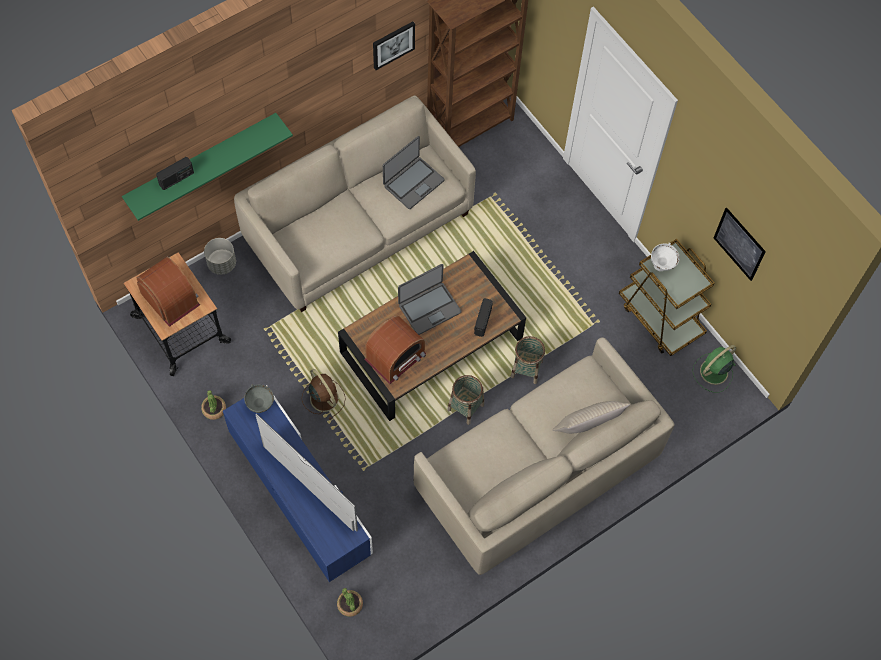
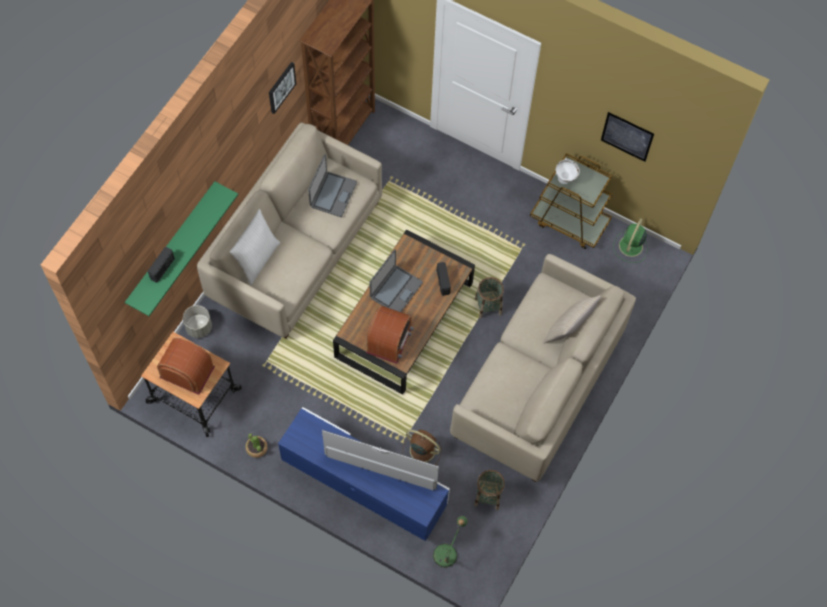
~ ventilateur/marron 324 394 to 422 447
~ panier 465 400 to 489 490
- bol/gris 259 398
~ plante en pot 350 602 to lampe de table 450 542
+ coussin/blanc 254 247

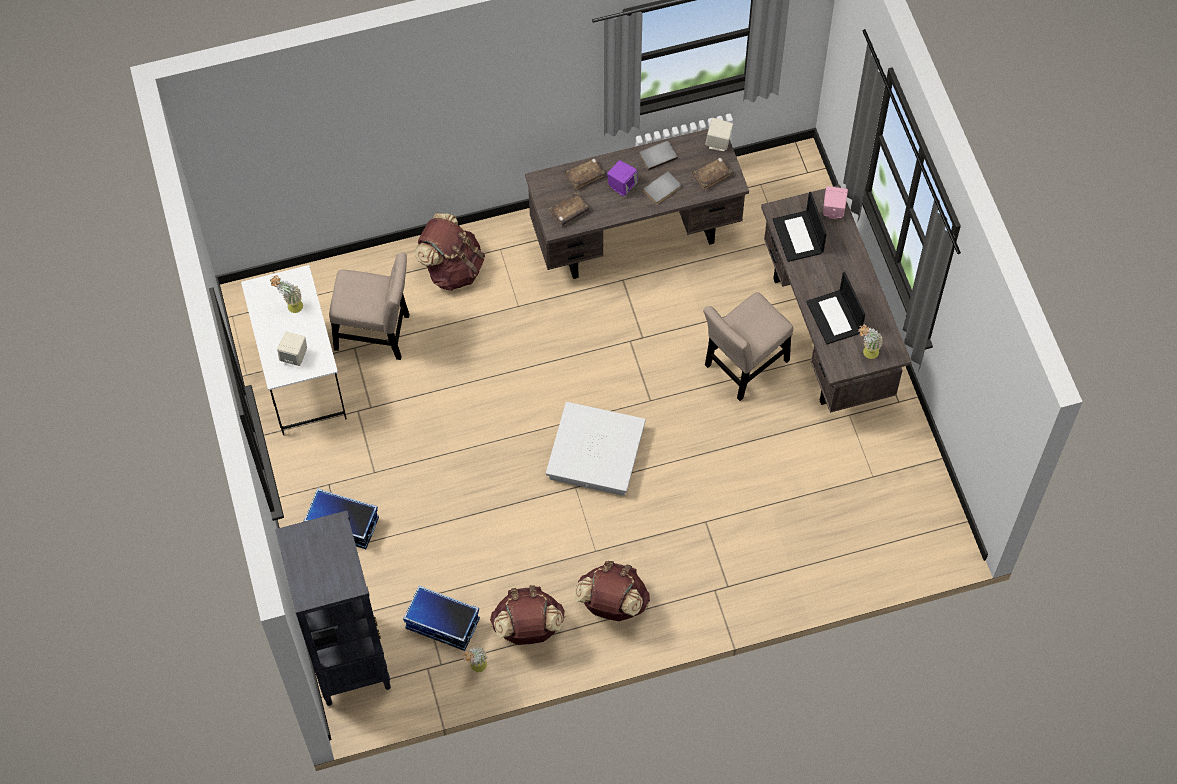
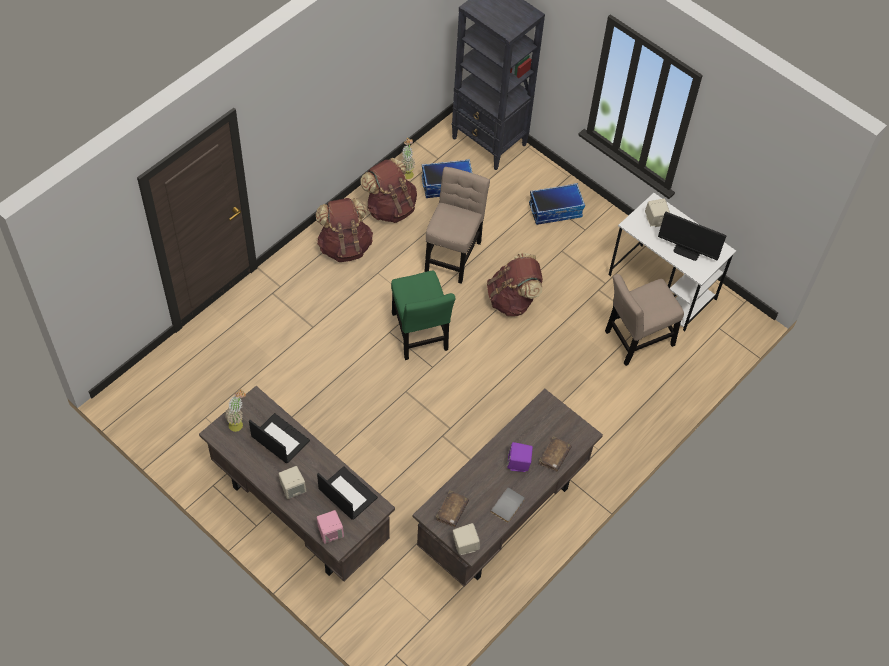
- livre/gris 662 187
- livre/marron 569 209
~ sac à dos/marron 450 252 to 515 284
~ plante en pot 286 294 to écran d'ordinateur 692 236
~ chaise/beige 748 346 to 457 225
~ boîte de rangement/blanc 595 449 to chaise/vert 423 315
+ enceinte/beige 292 482

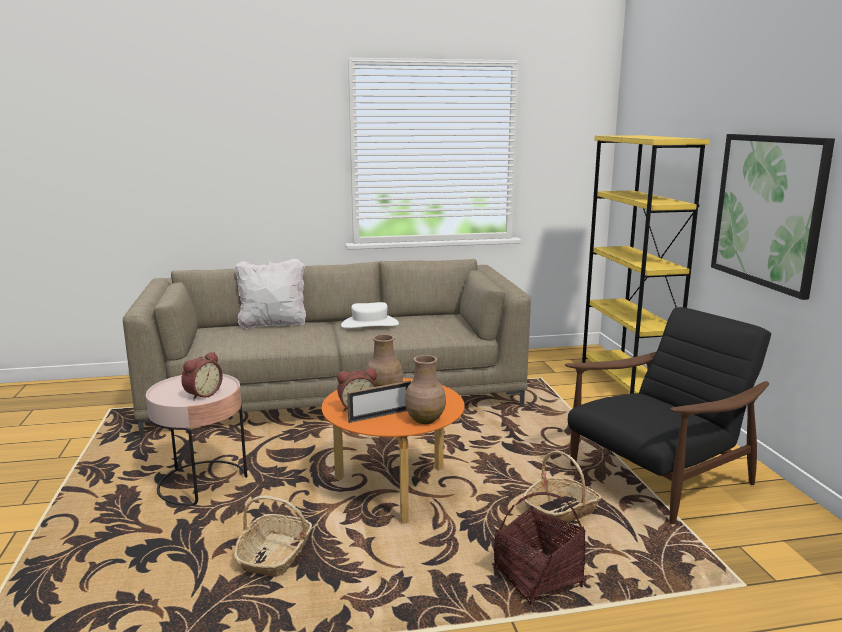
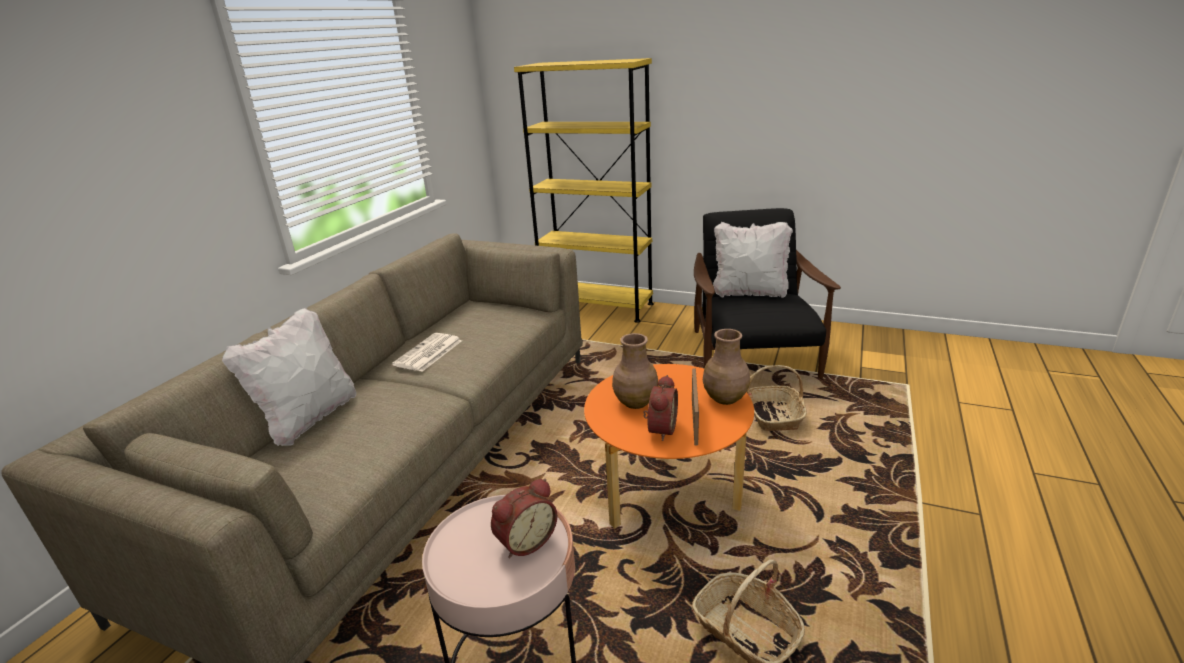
- tableau 773 217
~ chapeau/blanc 370 315 to journal 427 352
~ réveil 202 376 = 524 518 75 degrees clockwise
- panier 540 548
+ coussin/blanc 753 260

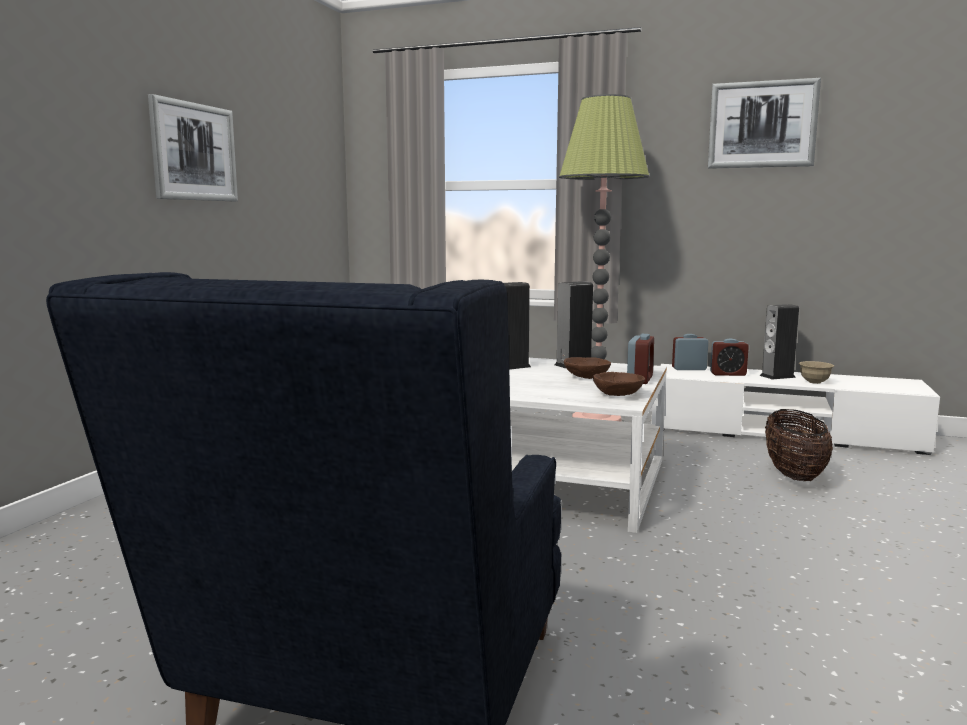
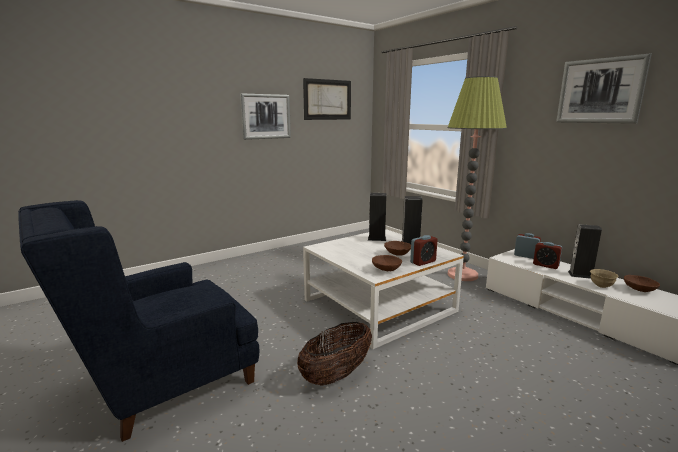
~ panier 799 445 to 334 354
+ tableau 327 99
+ bol/marron 642 283

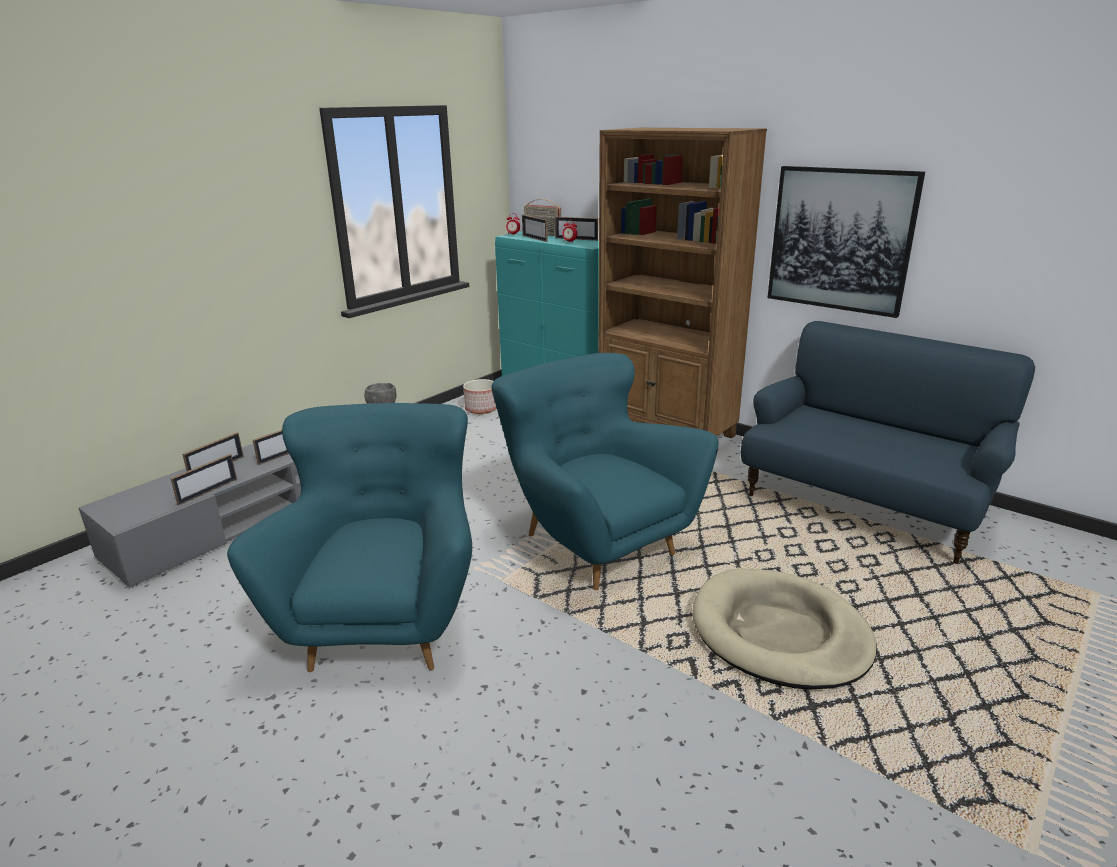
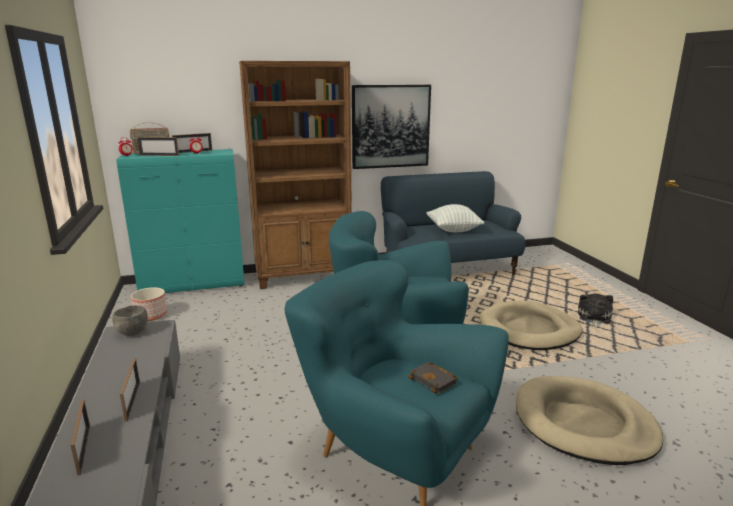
- cadre photo 203 479
+ coussin 455 218
+ peluche 595 310
+ livre/noir 433 378
+ panier pour chien/beige 589 420

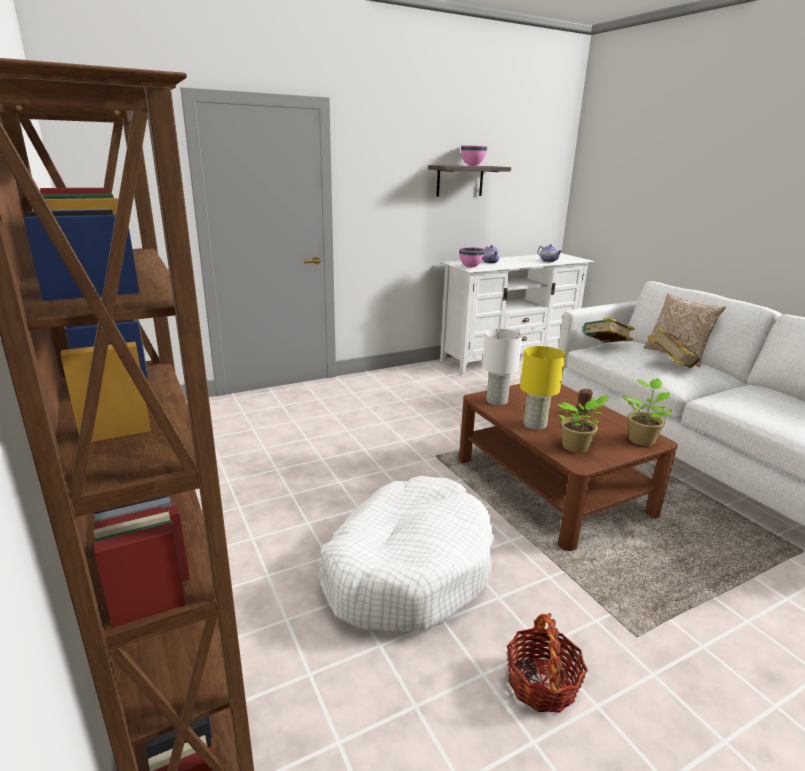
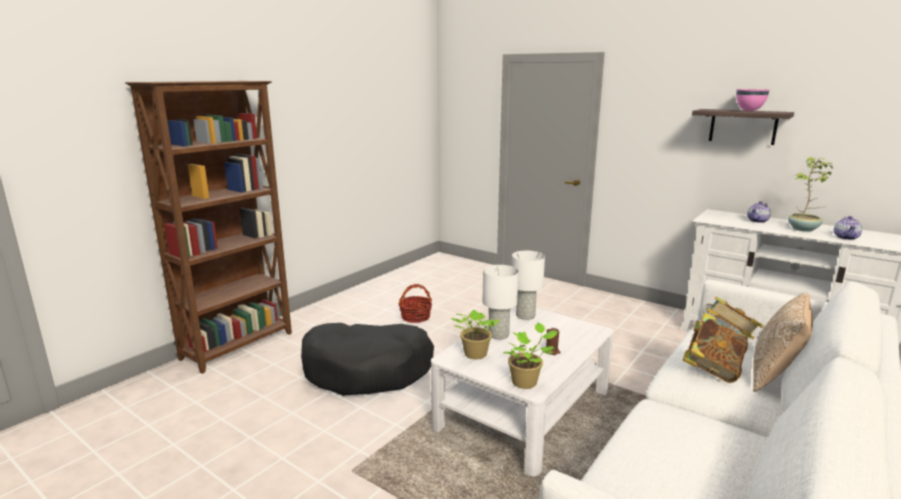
- bol/rose 472 257
~ lampe de table/jaune 542 388 to lampe de table/blanc 500 302
~ table basse/marron 568 467 to table basse/blanc 522 391
~ panier pour chien/blanc 406 554 to panier pour chien/noir 367 359
~ panier 547 663 to 415 303
+ plante en pot 811 194

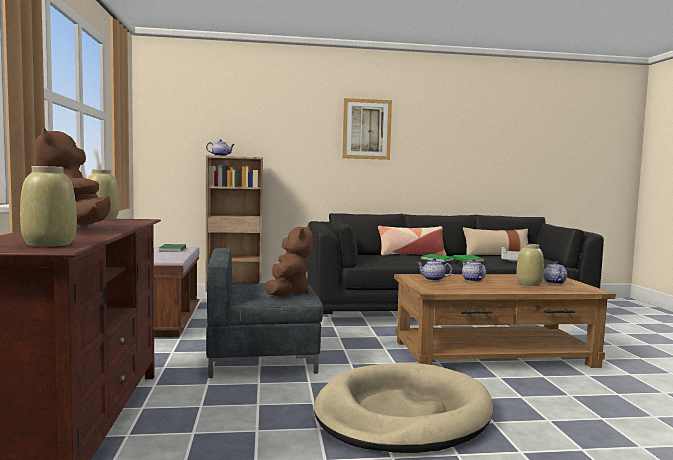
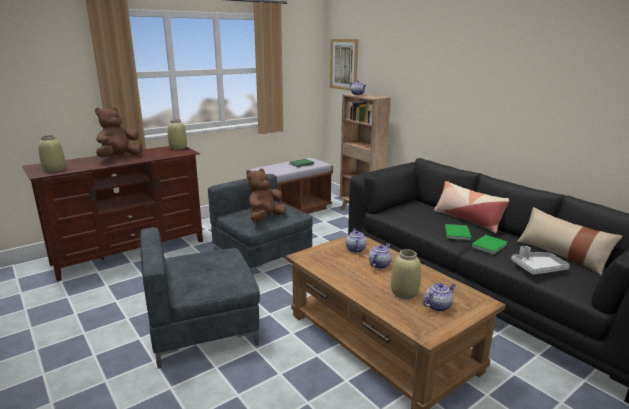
~ tableau 367 129 to 344 65
~ peluche/marron 289 261 = 266 195 150 degrees clockwise
~ panier pour chien/beige 403 408 to fauteuil/gris 200 297

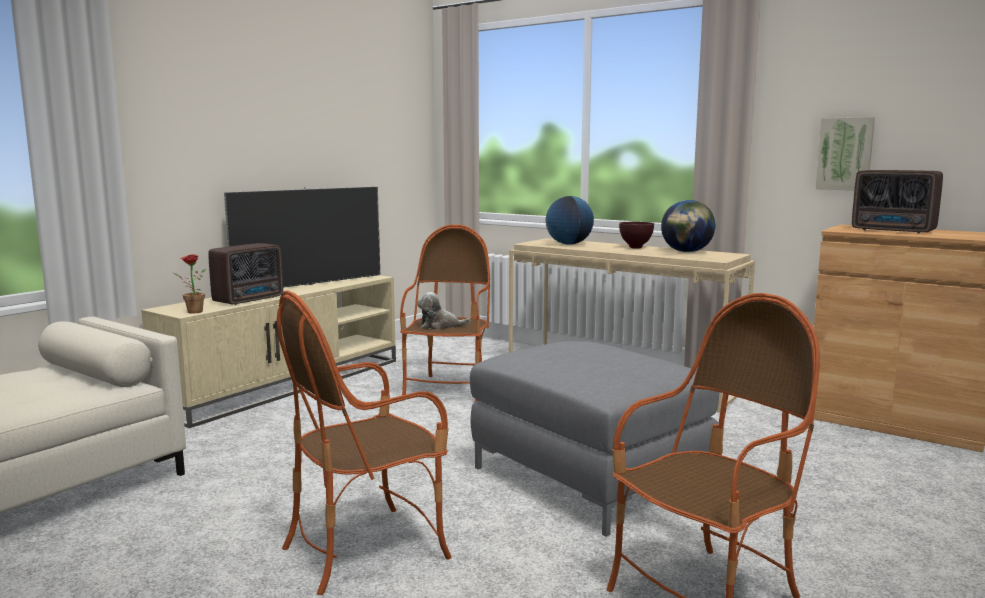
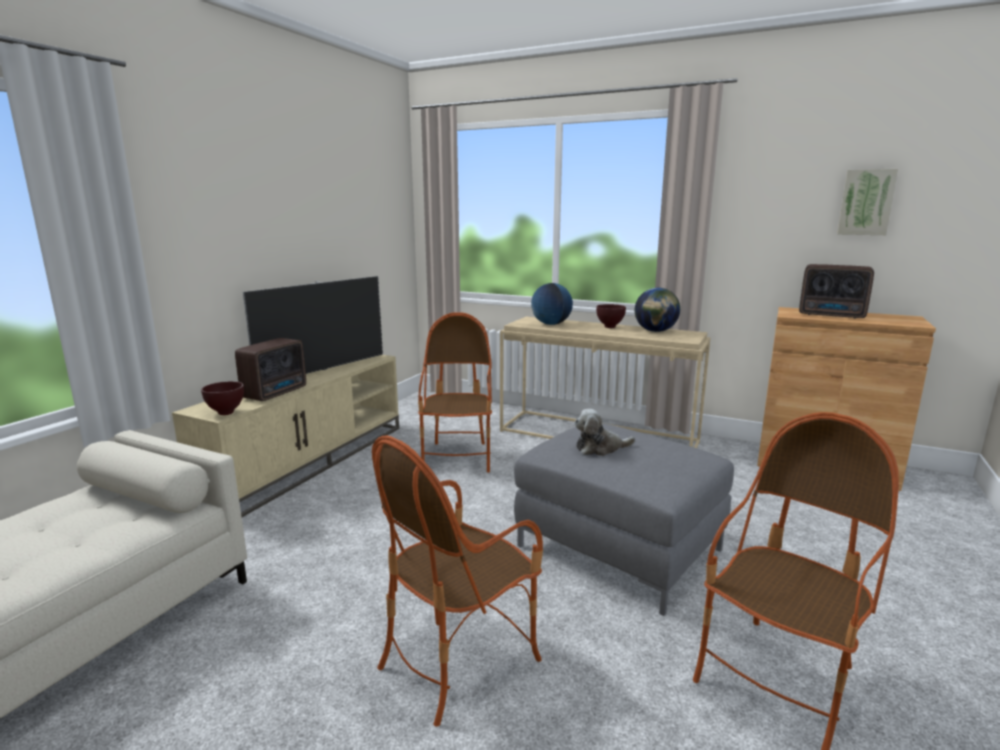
~ tableau 845 153 to 867 202
~ plante en pot 189 284 to bol/marron 222 398
~ peluche 444 311 to 604 432

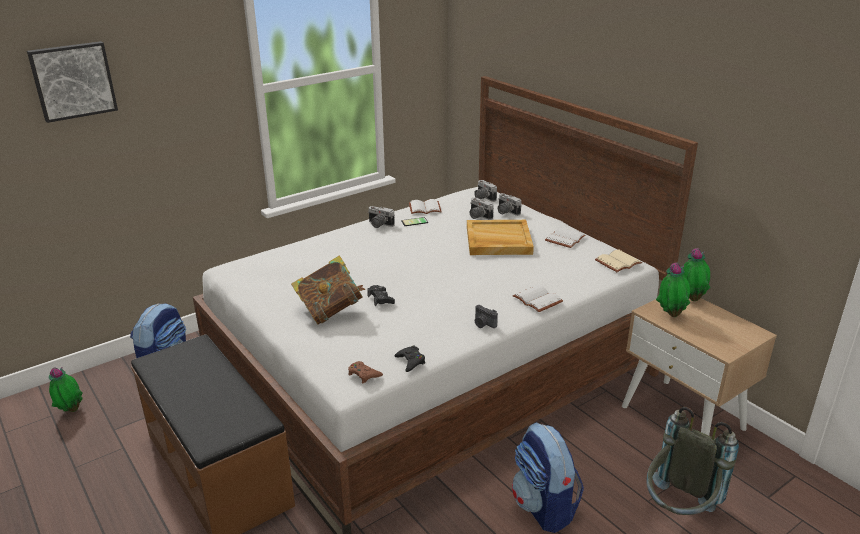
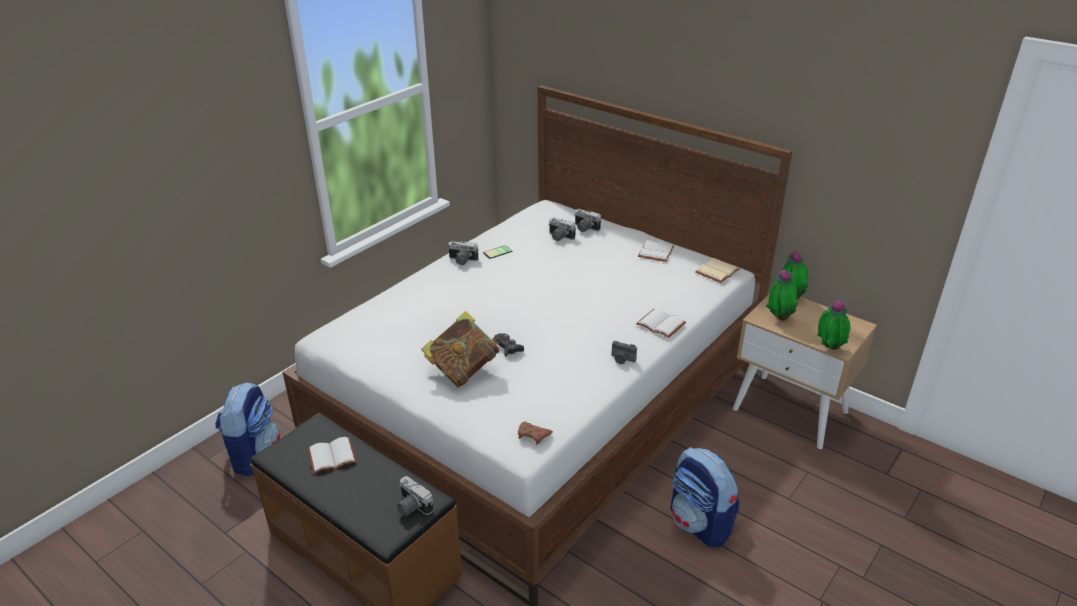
- tableau 72 82
~ appareil photo 485 191 to 415 496
~ livre/blanc 425 206 to 332 455
- plateau/beige 500 237
- manette/noir 410 359
~ plante en pot 66 389 to 833 324
- sac à dos/gris 692 461

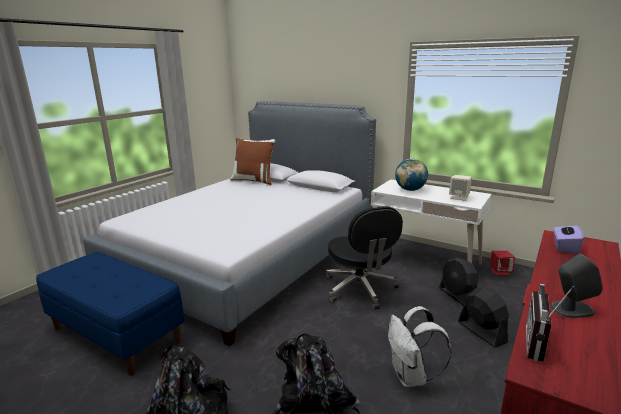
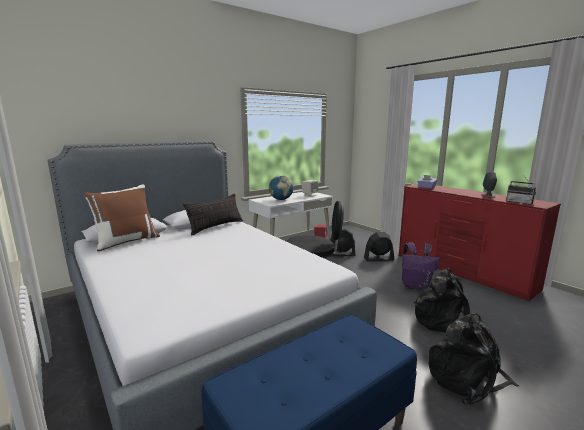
~ sac à dos/blanc 419 346 to sac à dos/violet 421 266
+ coussin 213 215

